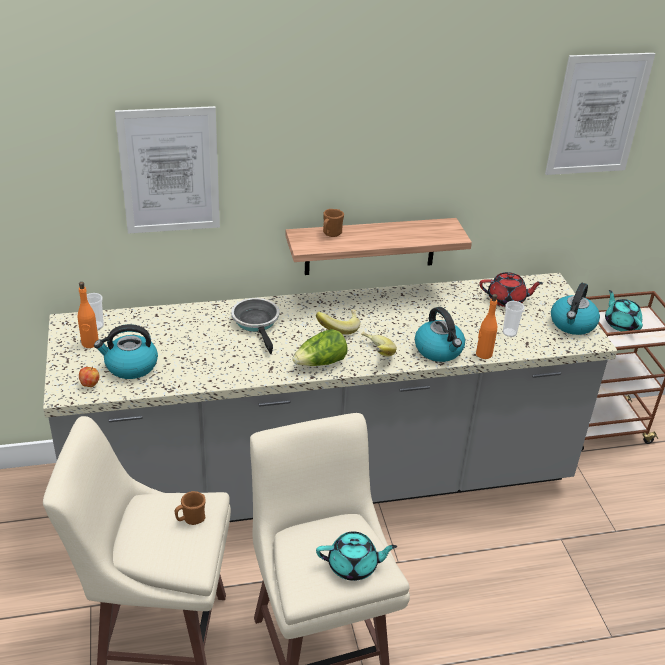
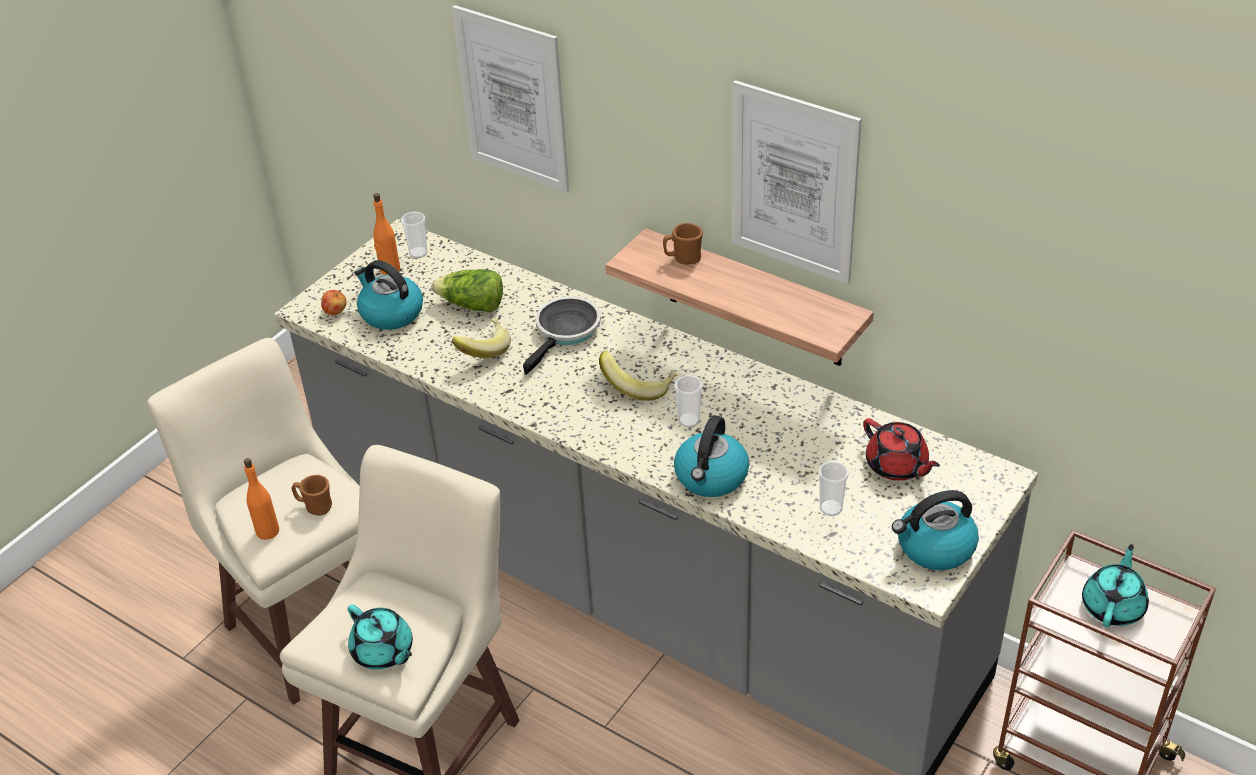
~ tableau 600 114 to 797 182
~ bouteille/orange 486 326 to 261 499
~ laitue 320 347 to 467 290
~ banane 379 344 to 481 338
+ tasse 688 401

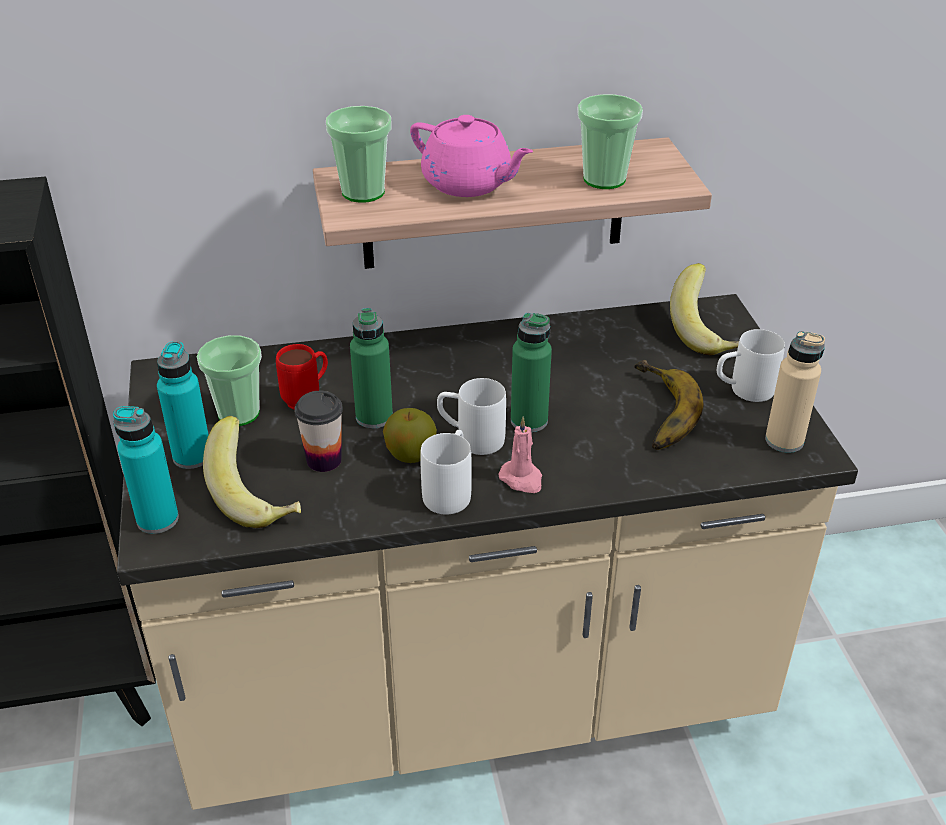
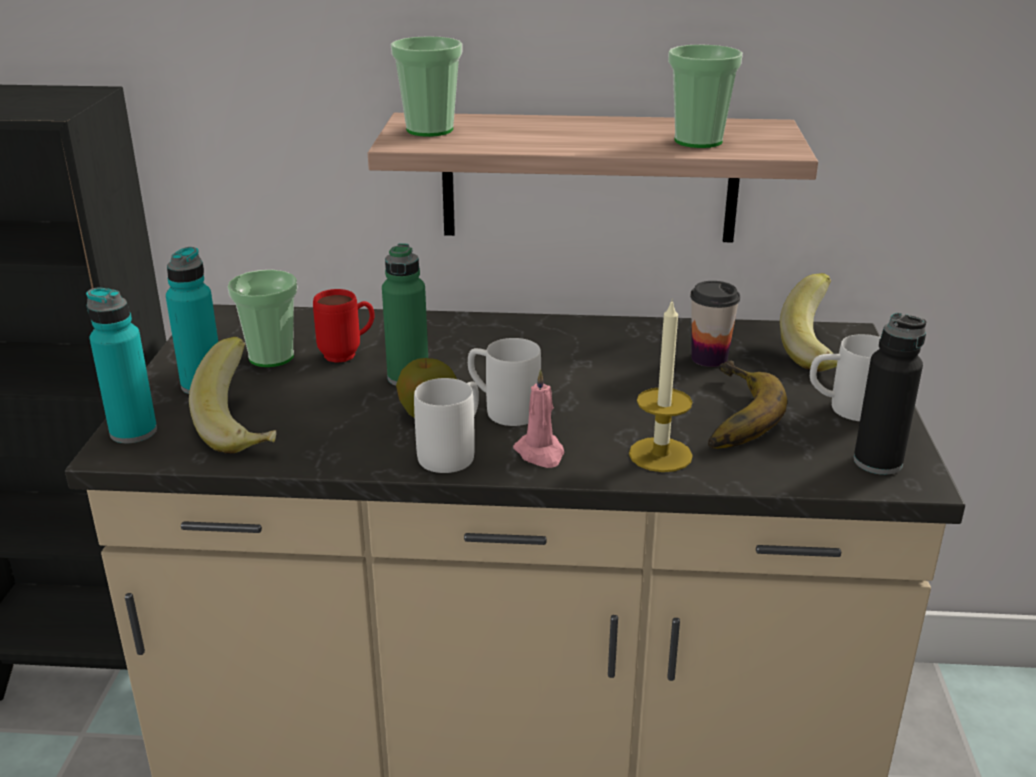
- théière/rose 471 156
- bouteille/vert 531 372
~ bouteille/beige 795 392 to bouteille/noir 890 394
~ tasse 318 431 to 715 324
+ bougie 661 385

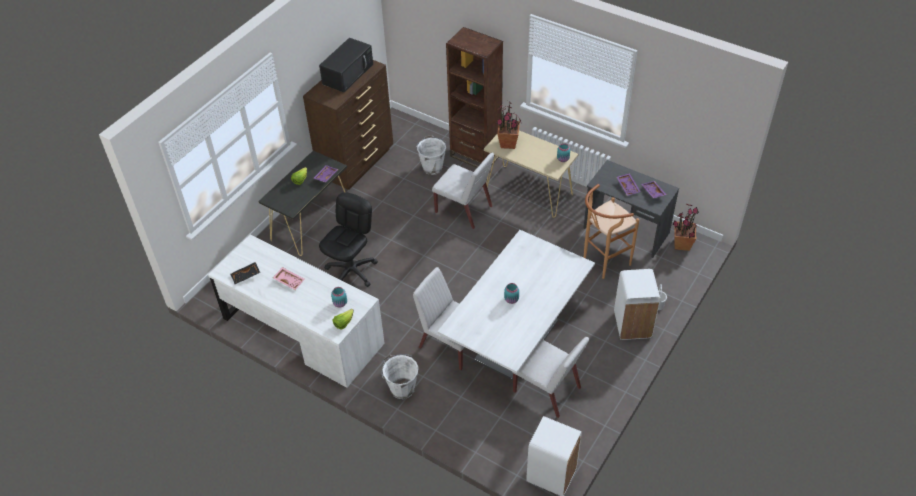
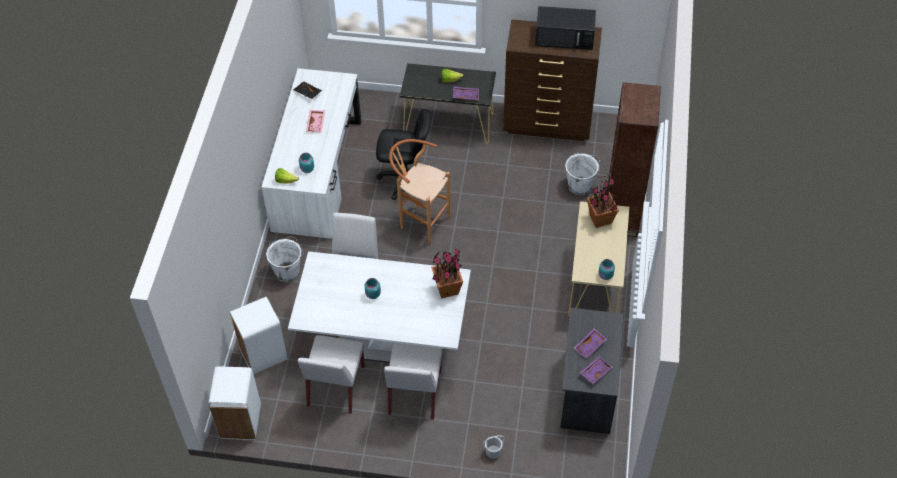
~ chaise/blanc 463 191 to 413 381
~ tabouret/marron 611 231 to 419 192
~ plante en pot 686 227 to 447 273
~ poubelle/blanc 637 304 to 259 335

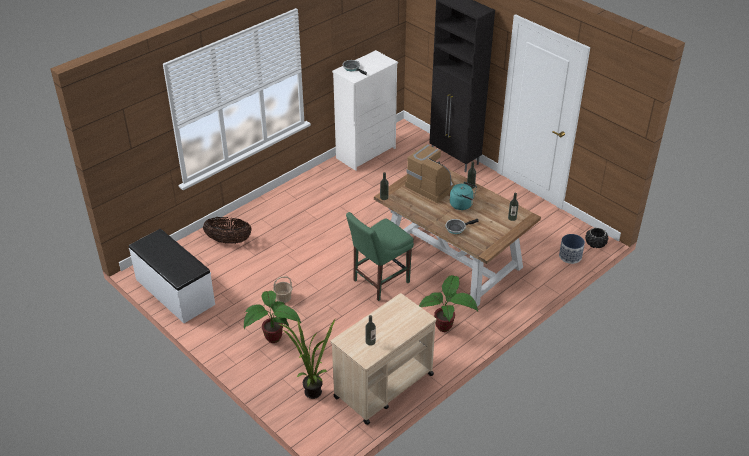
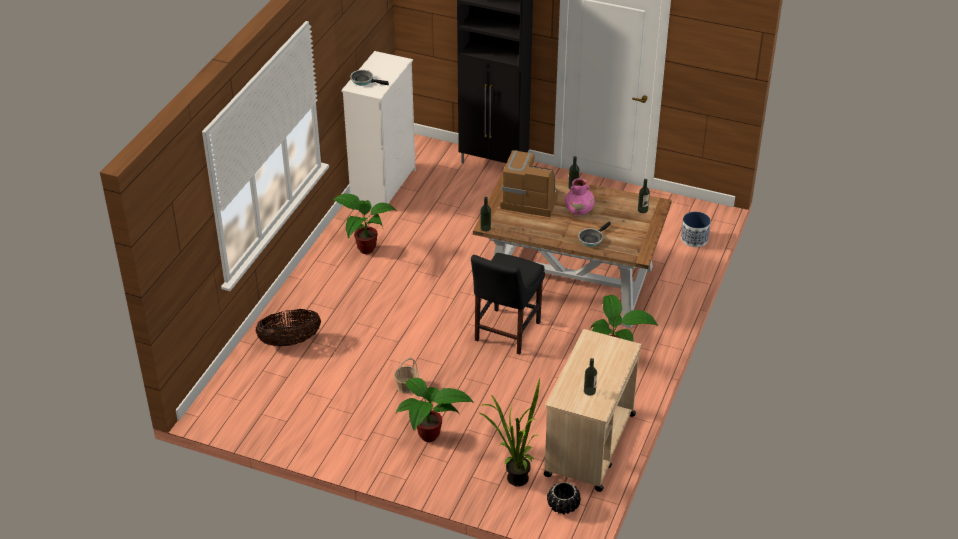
~ bouilloire/turquoise 463 196 to vase/rose 579 196
~ chaise/vert 380 256 to chaise/noir 508 304
~ cache-pot/noir 596 238 to 564 498
- banc/blanc 172 276
+ plante en pot 364 223

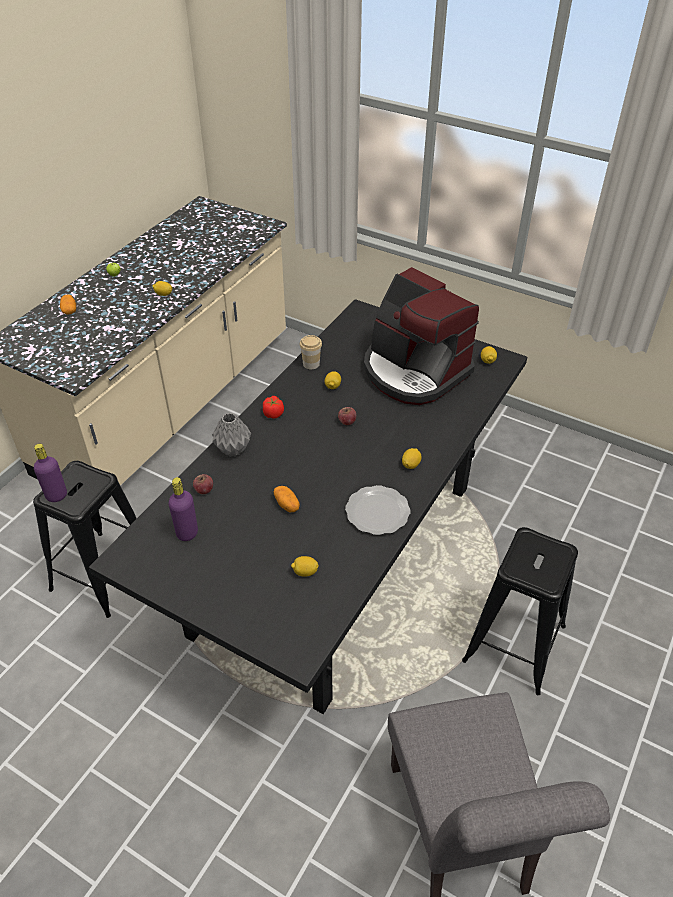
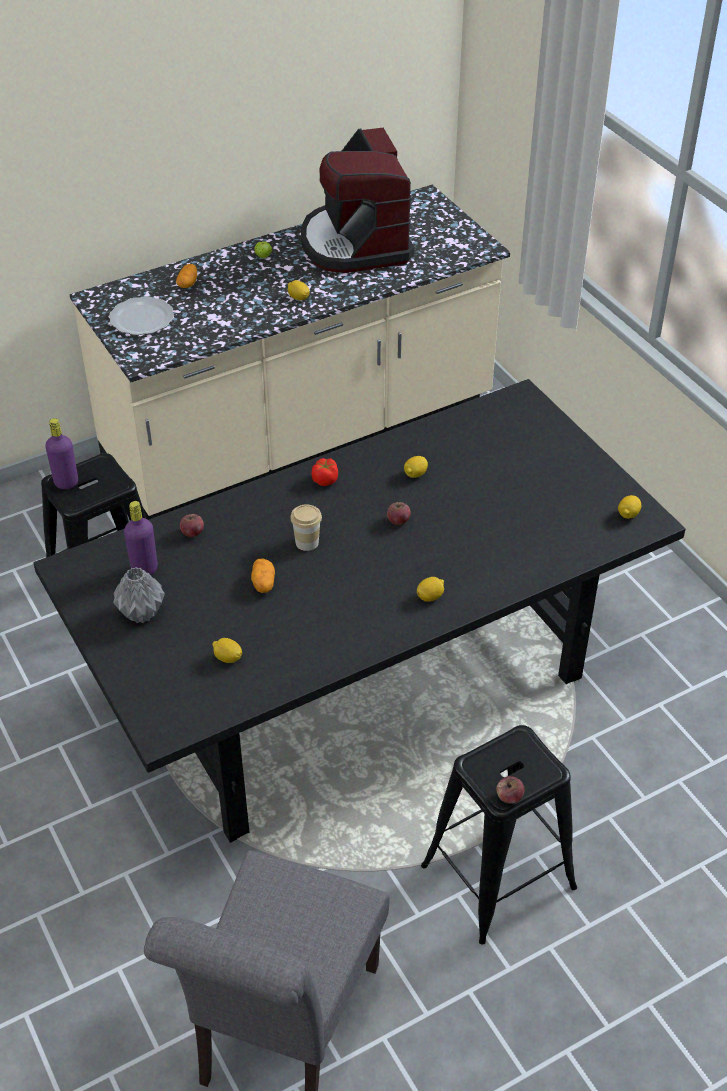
~ machine à café 421 336 to 357 200
~ tasse 311 352 to 306 527
~ vase/gris 231 435 to 139 595
~ assiette 377 510 to 141 315
+ pomme 510 790

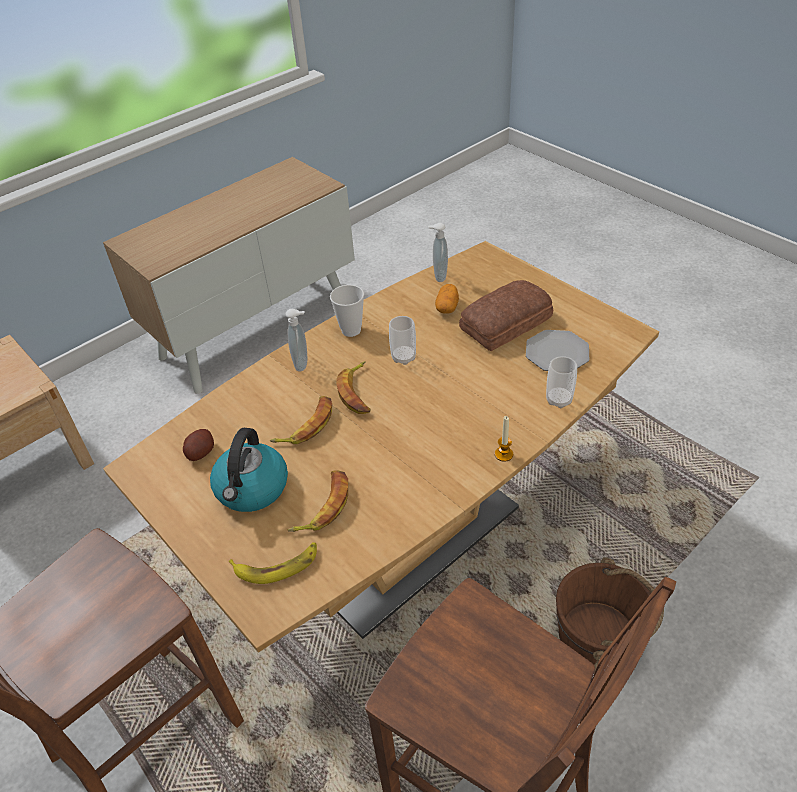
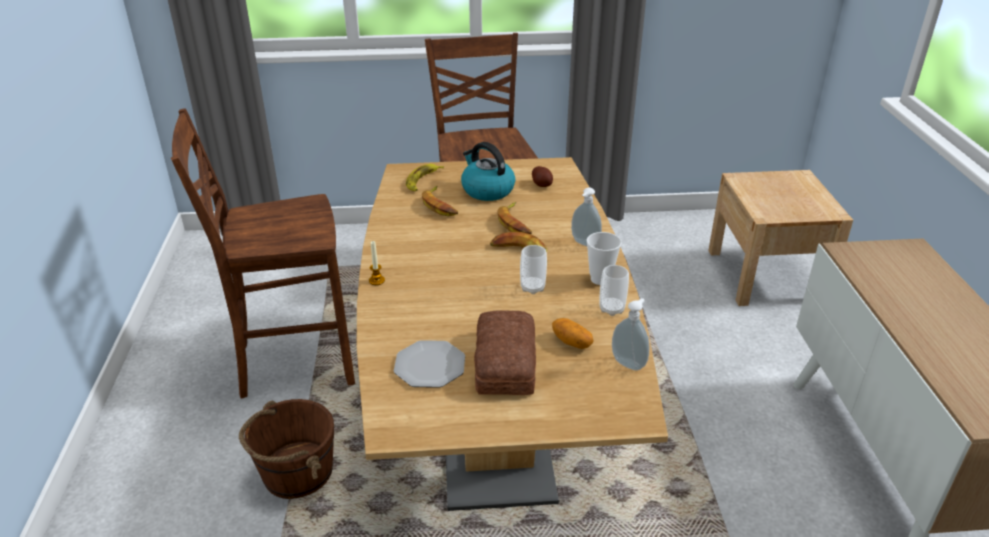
~ tasse 561 382 to 614 290

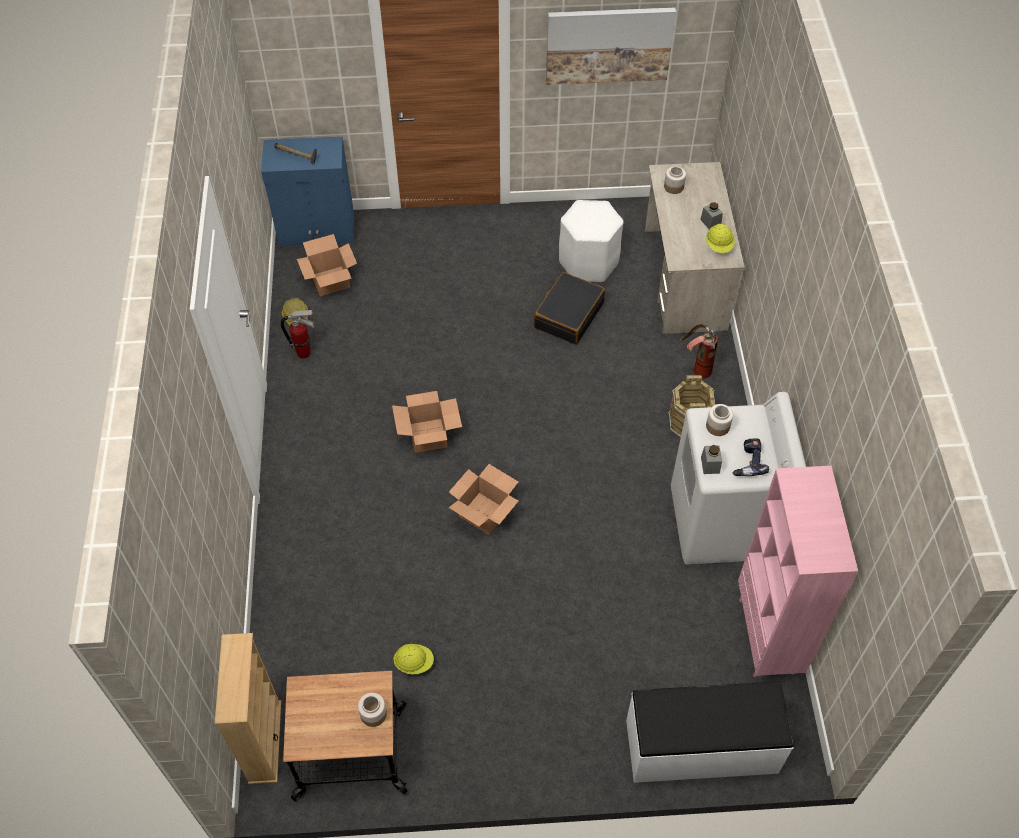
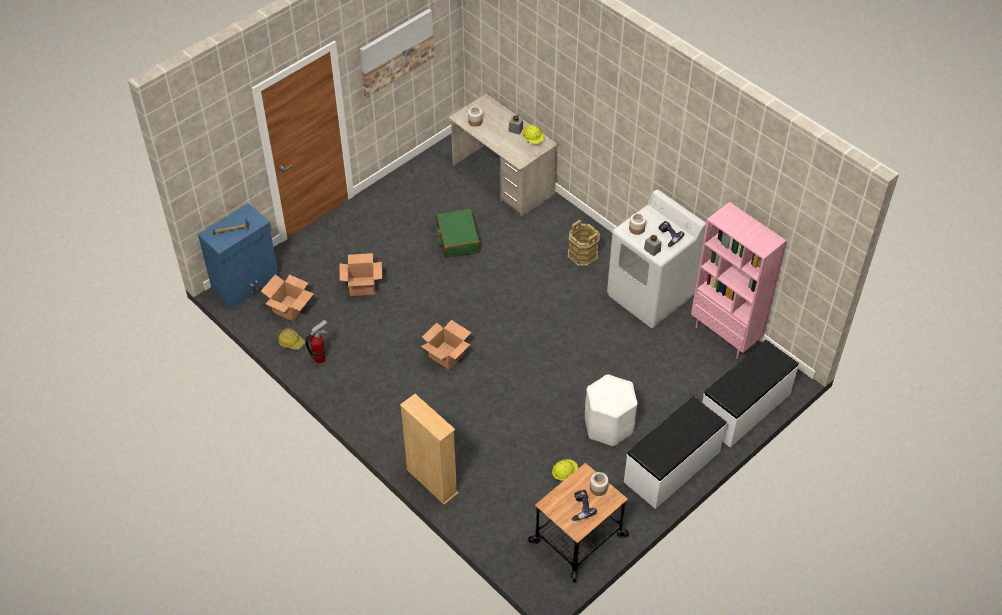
~ tabouret/blanc 591 241 to 611 410
~ valise/noir 569 308 to valise/vert 458 233
- extincteur 699 351
~ carton 483 499 to 361 274
~ bibliothèque/beige 248 708 to 429 449
+ banc/blanc 675 452
+ perceuse 584 505

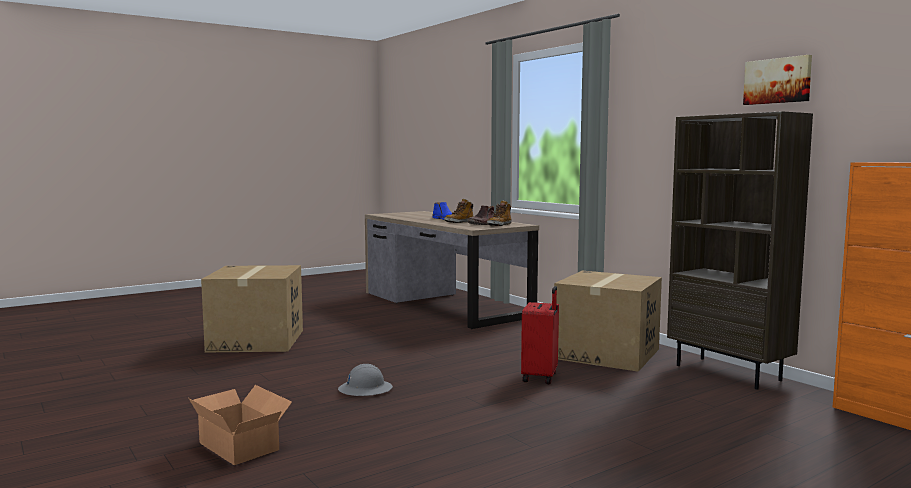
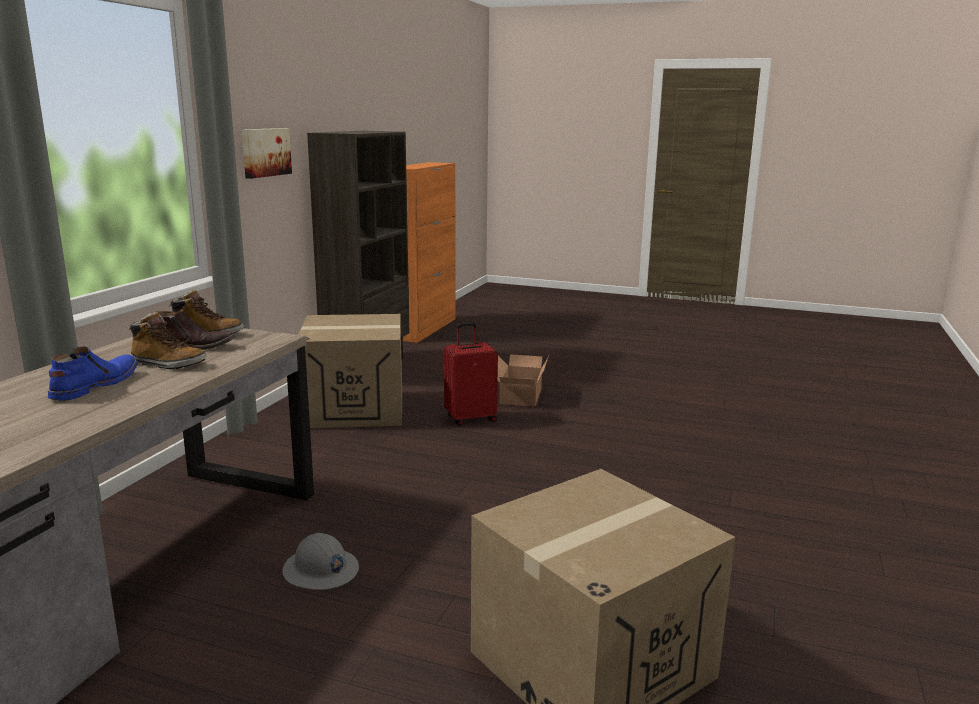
~ tableau 777 80 to 267 153
~ casque de chantier/gris 365 380 to 320 561
~ carton 240 425 to 523 380

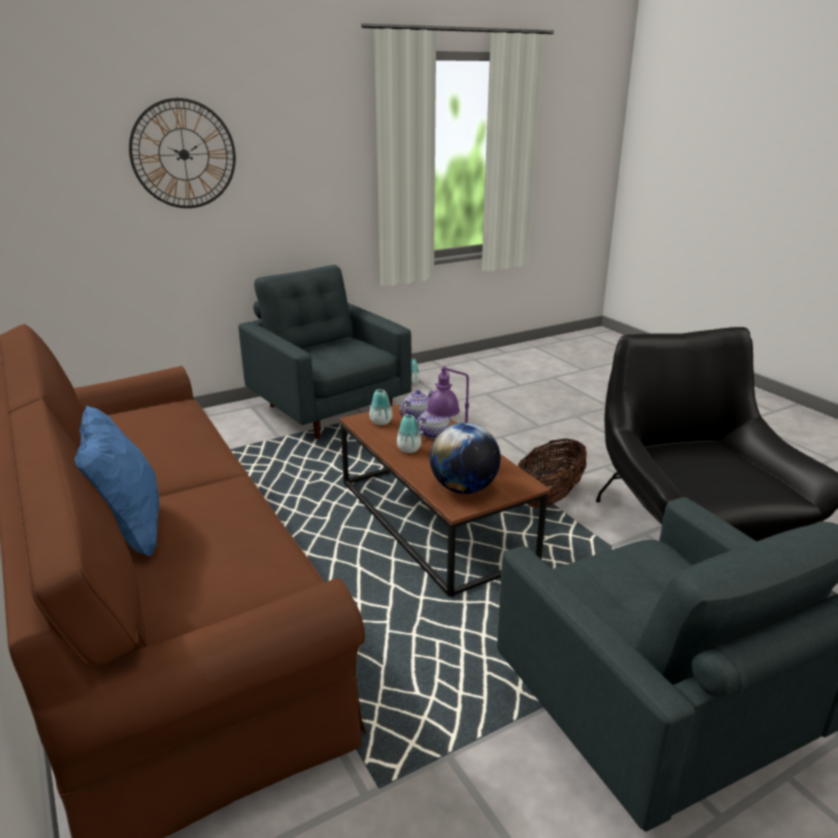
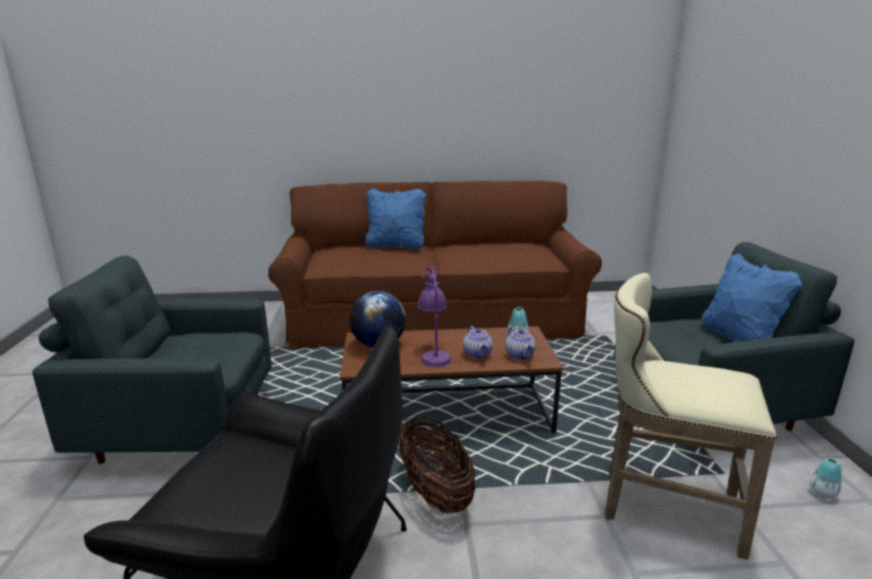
- horloge murale 182 153
- vase 409 434
+ coussin/bleu 751 297
+ tabouret/beige 690 416

